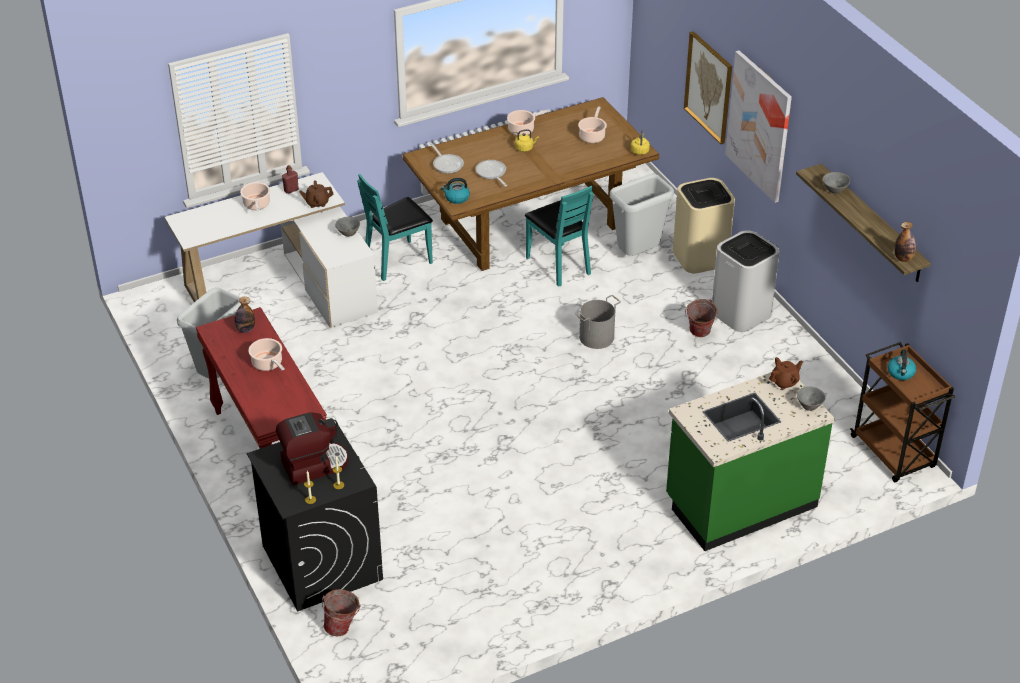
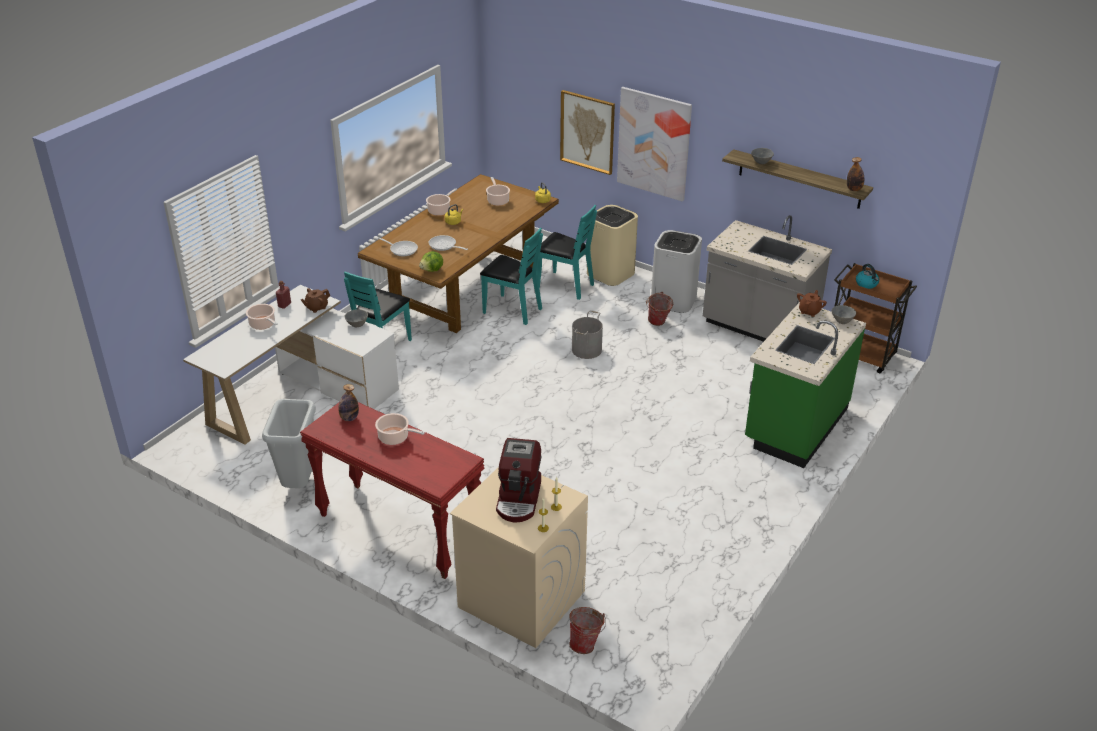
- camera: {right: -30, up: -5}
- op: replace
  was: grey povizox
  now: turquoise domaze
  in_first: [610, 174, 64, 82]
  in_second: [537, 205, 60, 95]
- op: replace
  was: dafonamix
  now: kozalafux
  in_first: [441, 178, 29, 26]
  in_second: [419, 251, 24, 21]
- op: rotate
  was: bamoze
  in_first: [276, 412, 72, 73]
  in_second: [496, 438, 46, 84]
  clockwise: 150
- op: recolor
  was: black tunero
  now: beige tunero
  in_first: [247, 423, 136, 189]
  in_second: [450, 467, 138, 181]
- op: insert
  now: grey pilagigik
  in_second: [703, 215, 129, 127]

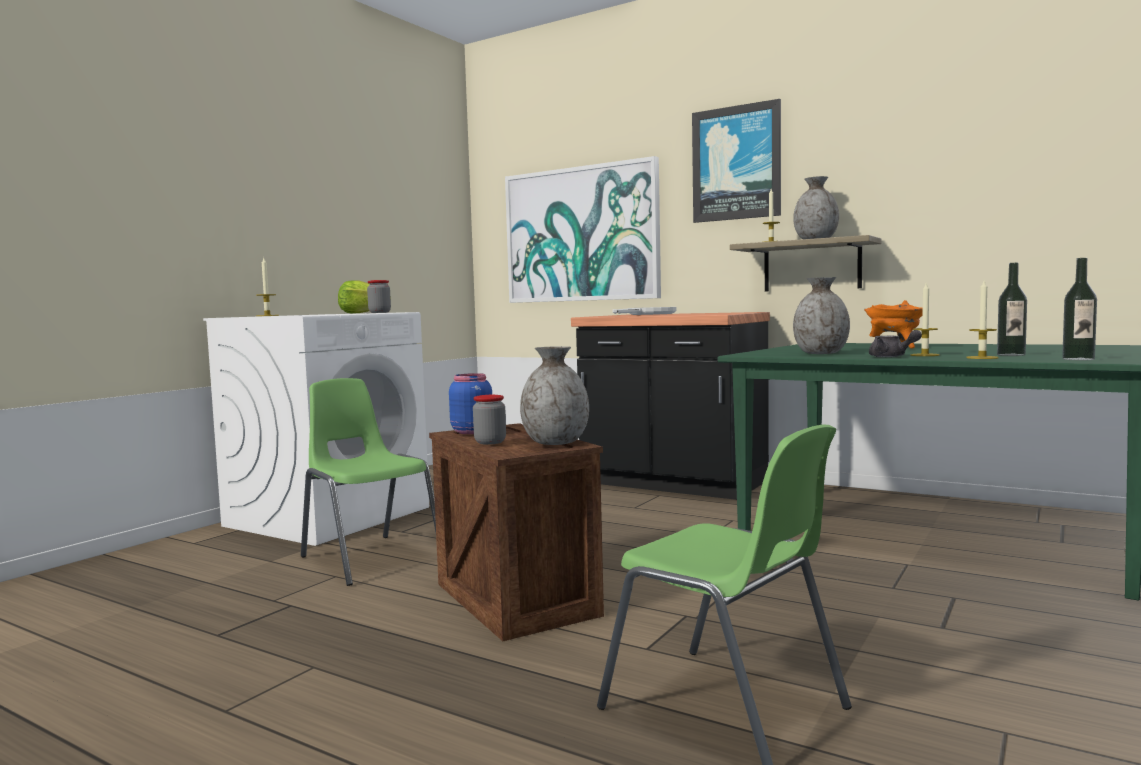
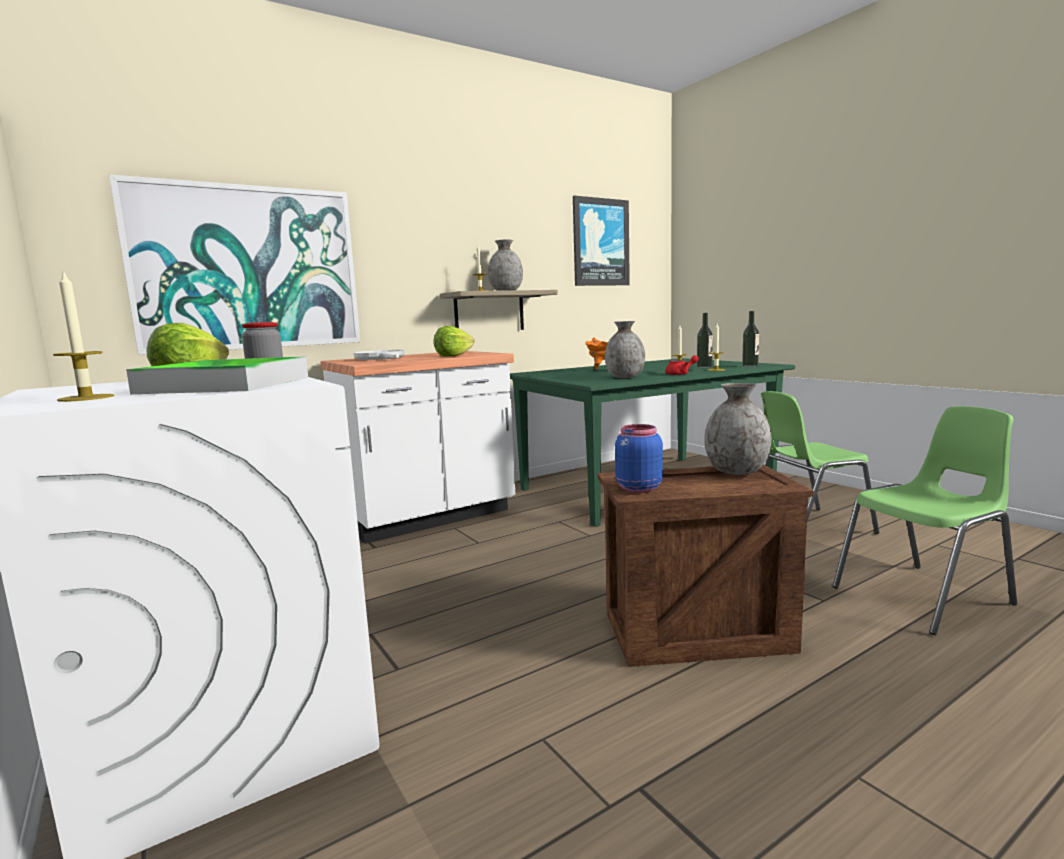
- camera: {right: -65, up: 5}
- op: move
  was: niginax
  in_first: [692, 99, 89, 124]
  in_second: [573, 196, 57, 90]
- op: recolor
  was: black pilagigik
  now: white pilagigik
  in_first: [571, 312, 199, 188]
  in_second: [320, 351, 195, 193]
- op: recolor
  was: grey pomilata
  now: red pomilata
  in_first: [869, 330, 53, 27]
  in_second: [665, 355, 34, 20]
- op: move
  was: green domaze
  in_first: [301, 378, 135, 208]
  in_second: [761, 391, 118, 143]
- op: delete
  was: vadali
  in_first: [473, 395, 33, 50]
- op: insert
  now: kozalafux
  in_second: [433, 326, 41, 31]
- op: insert
  now: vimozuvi
  in_second: [126, 357, 182, 37]

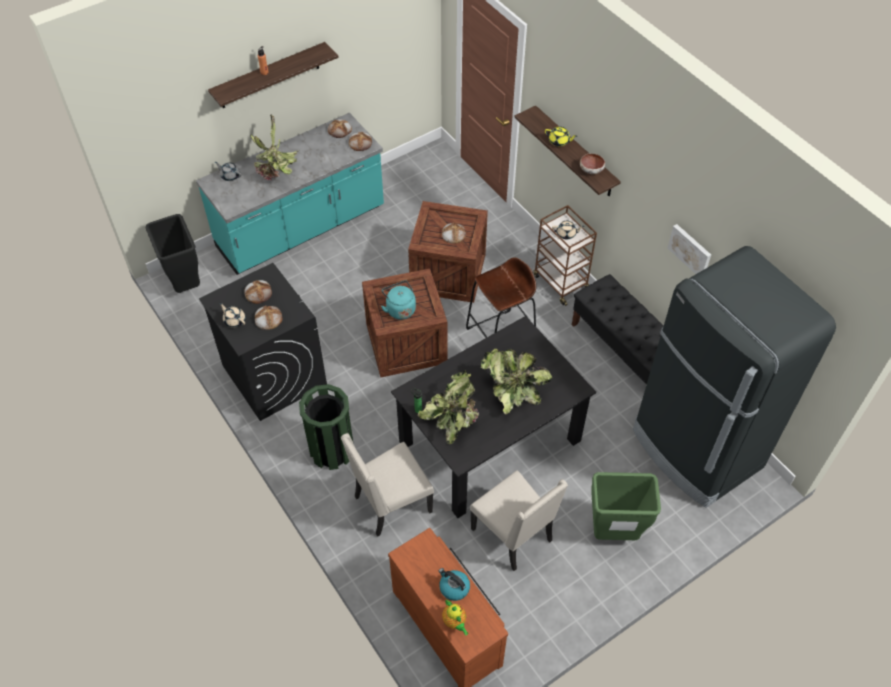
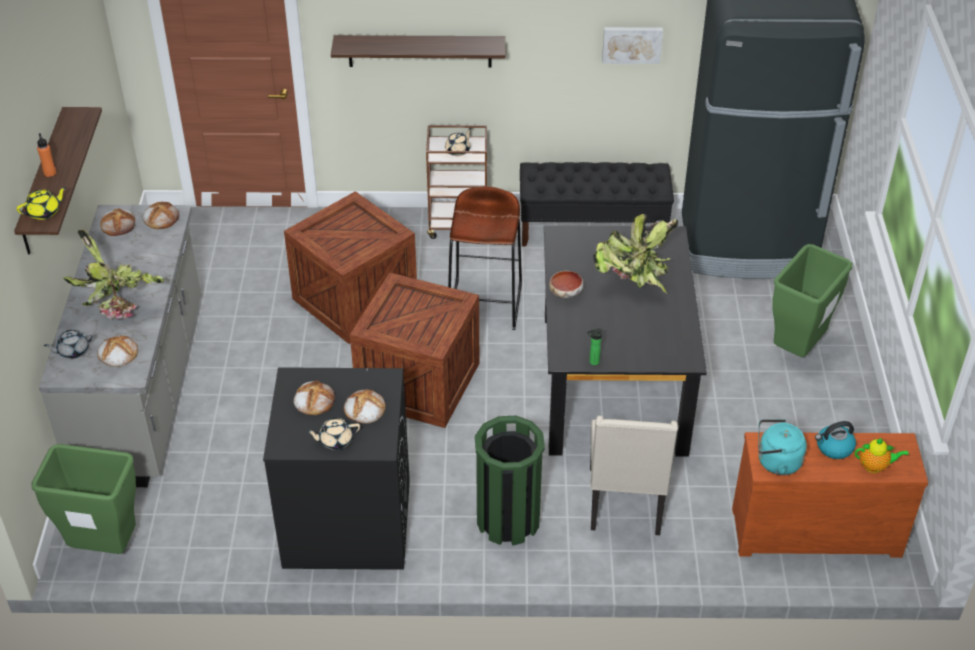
- camera: {right: -55, up: -10}
- op: recolor
  was: turquoise pilagigik
  now: grey pilagigik
  in_first: [196, 113, 188, 162]
  in_second: [39, 205, 162, 282]
- op: move
  was: yellow pomilata
  in_first: [545, 126, 32, 20]
  in_second: [16, 187, 50, 33]
- op: move
  was: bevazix
  in_first: [580, 153, 25, 21]
  in_second: [549, 271, 35, 27]
- op: recolor
  was: black povizox
  now: green povizox
  in_first: [146, 214, 54, 79]
  in_second: [32, 444, 104, 110]
- op: move
  was: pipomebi
  in_first: [442, 223, 24, 21]
  in_second: [97, 335, 41, 32]
- op: move
  was: turquoise dafonamix
  in_first: [381, 280, 35, 40]
  in_second: [758, 419, 49, 56]
- op: delete
  was: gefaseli
  in_first: [418, 370, 61, 74]
- op: delete
  was: beige domaze
  in_first: [470, 470, 98, 101]

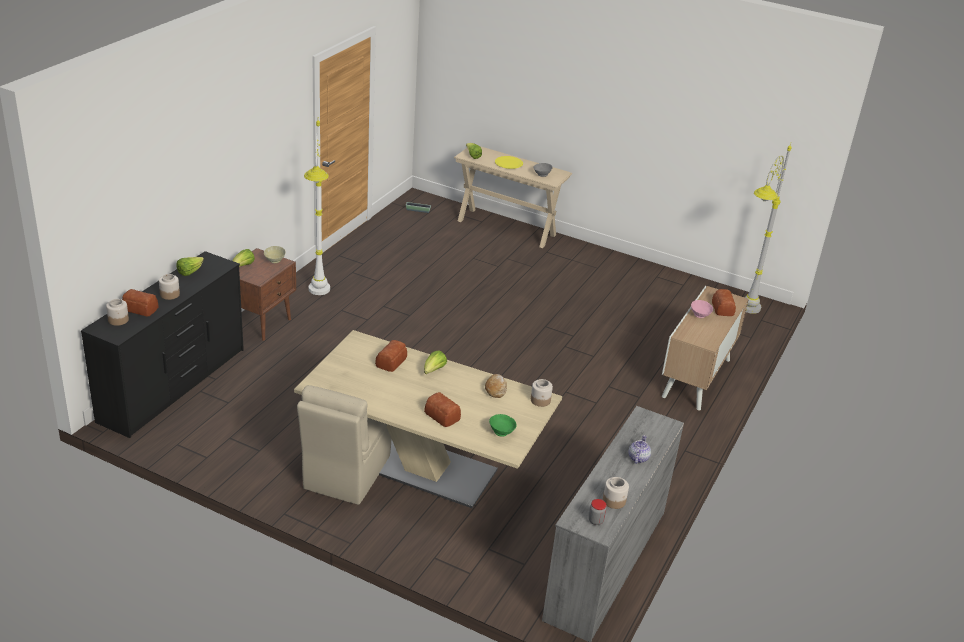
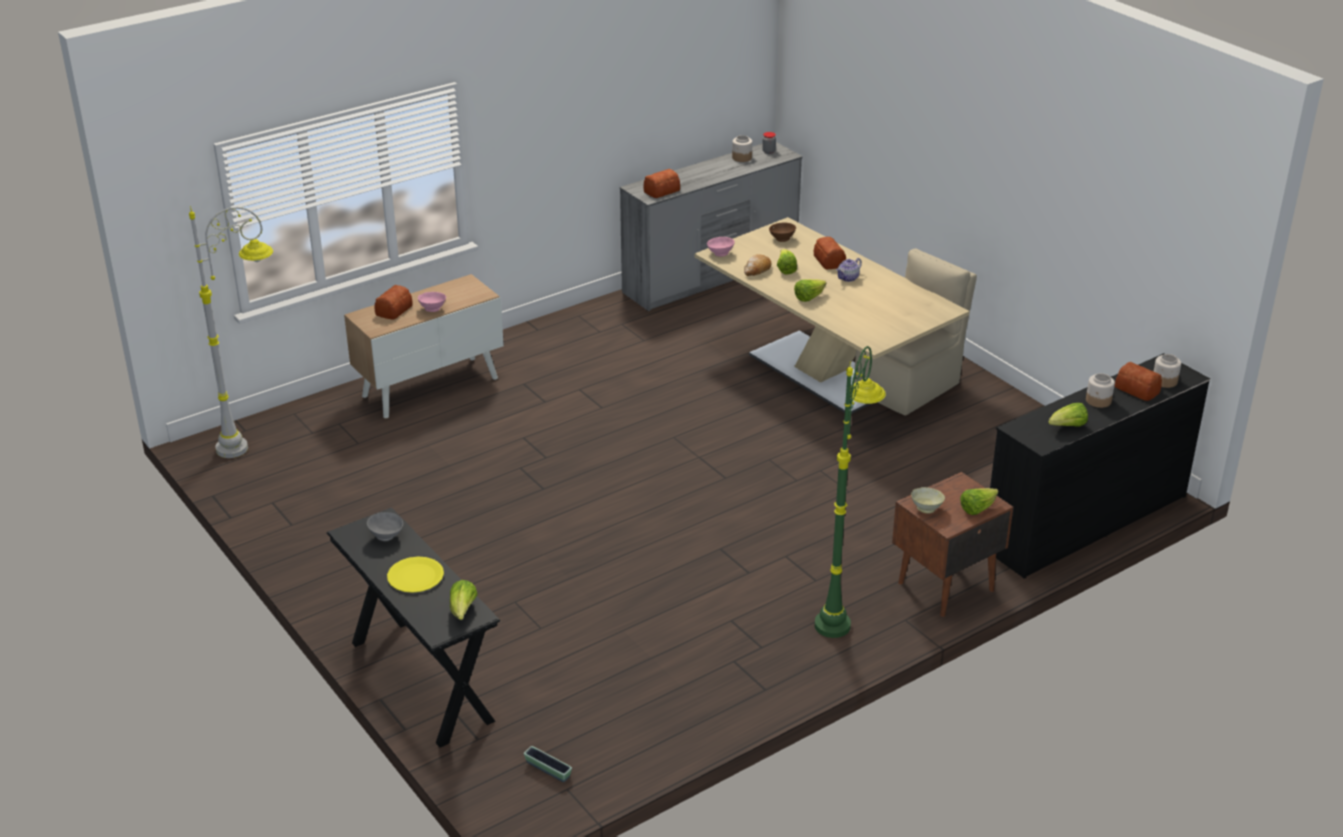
- camera: {right: -150, up: 0}
- op: recolor
  was: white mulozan
  now: green mulozan
  in_first: [304, 121, 26, 174]
  in_second: [815, 346, 71, 292]
- op: recolor
  was: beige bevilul
  now: black bevilul
  in_first: [454, 146, 118, 102]
  in_second: [327, 507, 173, 241]
- op: move
  was: pipomebi
  in_first: [375, 340, 32, 32]
  in_second: [643, 169, 37, 29]
- op: replace
  was: vadali
  now: pink bevazix
  in_first: [531, 379, 22, 28]
  in_second: [707, 237, 28, 20]
- op: recolor
  was: green bevazix
  now: brown bevazix
  in_first: [489, 414, 28, 23]
  in_second: [769, 223, 27, 19]
- op: move
  was: pomilata
  in_first: [629, 435, 22, 29]
  in_second: [836, 258, 26, 24]
- op: insert
  now: kozalafux
  in_second: [777, 249, 20, 26]

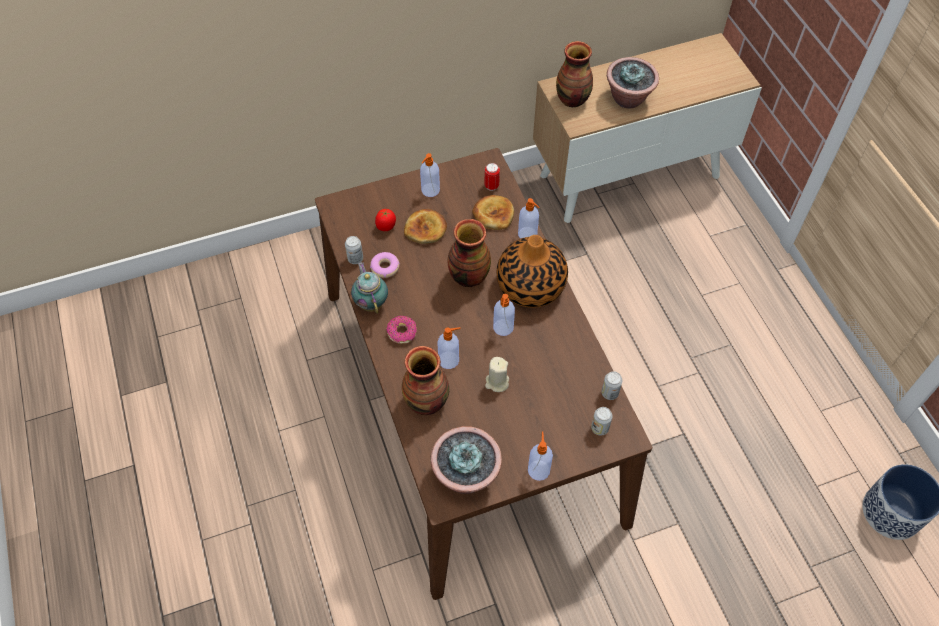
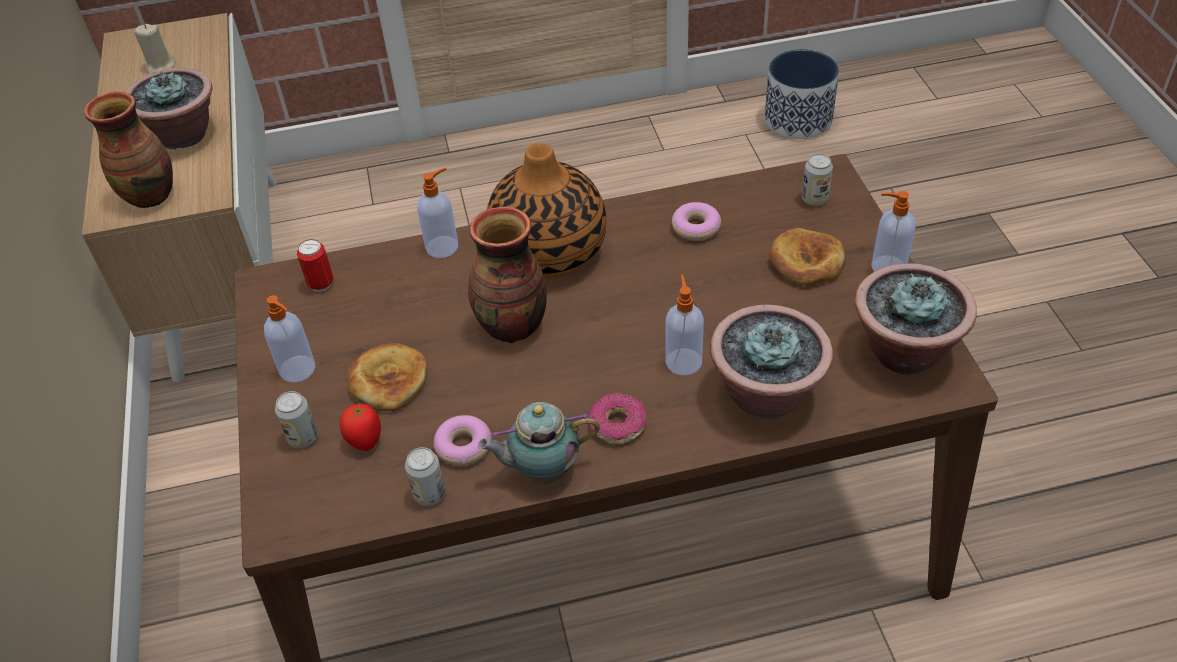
- camera: {right: -80, up: -10}
- op: move
  was: pipomebi
  in_first: [472, 195, 42, 35]
  in_second: [769, 228, 77, 57]
- op: delete
  was: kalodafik
  in_first: [493, 294, 22, 42]
- op: replace
  was: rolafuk
  now: gefaseli
  in_first: [402, 346, 47, 69]
  in_second: [710, 305, 122, 114]
- op: move
  was: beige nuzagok
  in_first: [485, 357, 24, 35]
  in_second: [134, 24, 41, 50]
- op: move
  was: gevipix
  in_first: [601, 371, 21, 29]
  in_second: [275, 391, 43, 57]
- op: insert
  now: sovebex
  in_second: [672, 202, 49, 39]

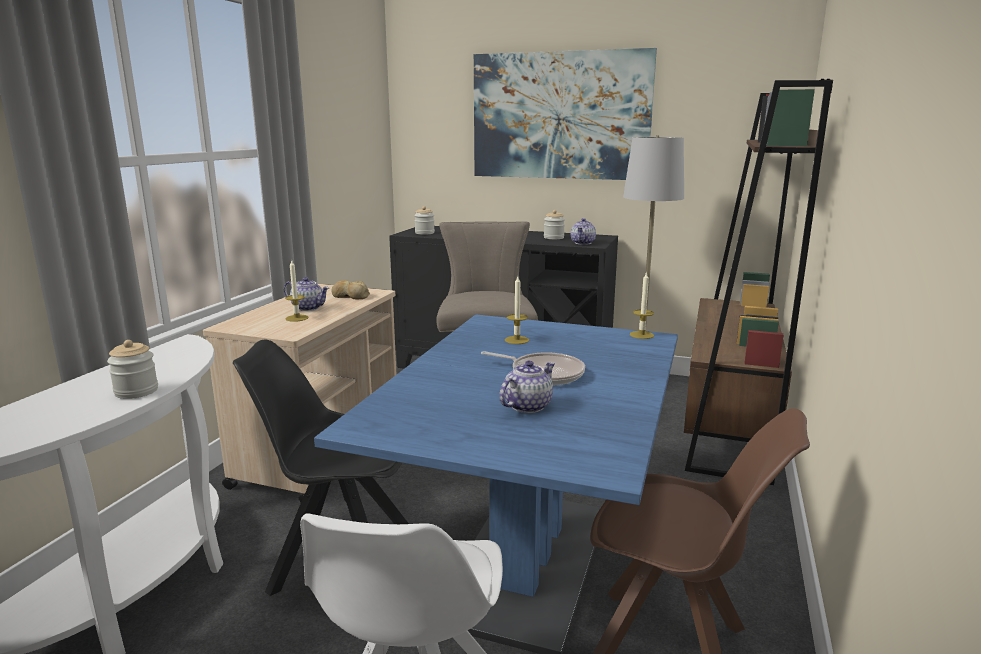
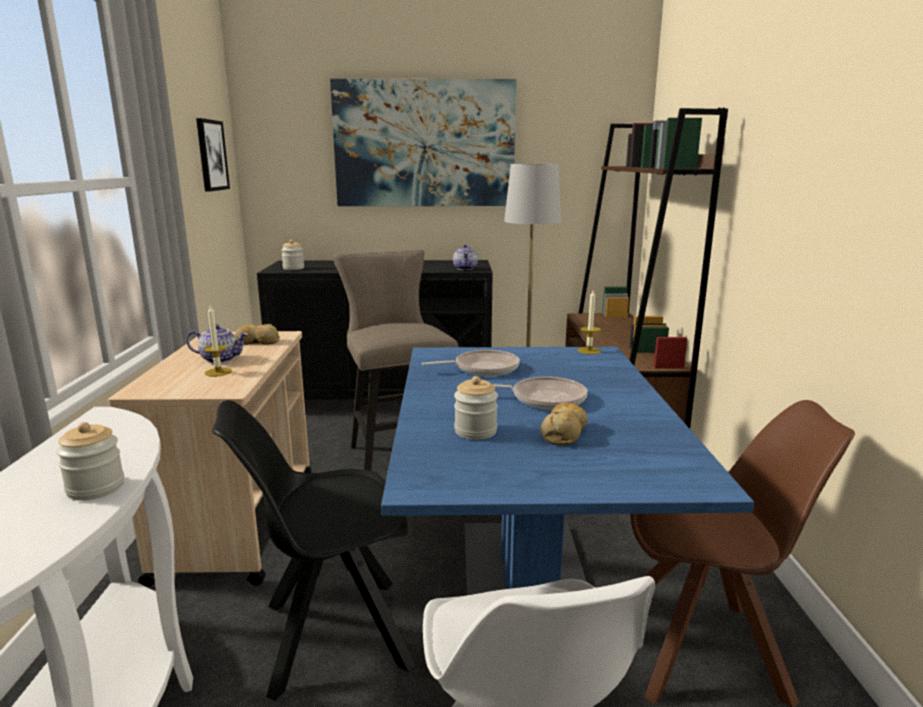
- camera: {right: -20, up: 0}
- op: move
  was: vadali
  in_first: [544, 210, 21, 29]
  in_second: [454, 376, 44, 64]
- op: replace
  was: nuzagok
  now: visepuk
  in_first: [505, 276, 24, 68]
  in_second: [421, 350, 99, 26]
- op: replace
  was: pomilata
  now: pipomebi
  in_first: [499, 360, 56, 53]
  in_second: [541, 403, 47, 42]
- op: insert
  now: niginax
  in_second: [196, 118, 34, 74]

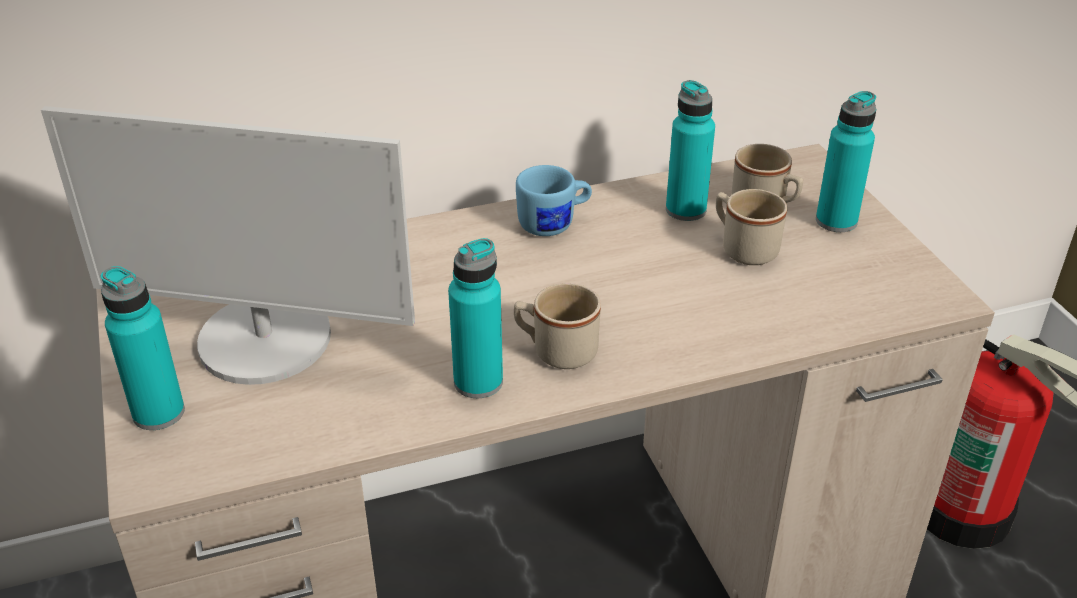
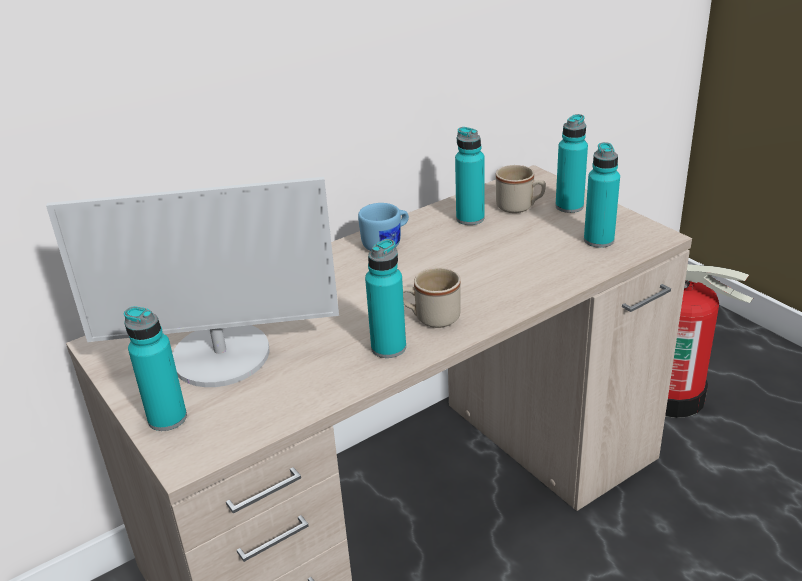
- camera: {right: -15, up: -5}
- op: delete
  was: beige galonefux
  in_first: [716, 189, 71, 76]
- op: insert
  now: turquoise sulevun
  in_second: [584, 142, 36, 106]

